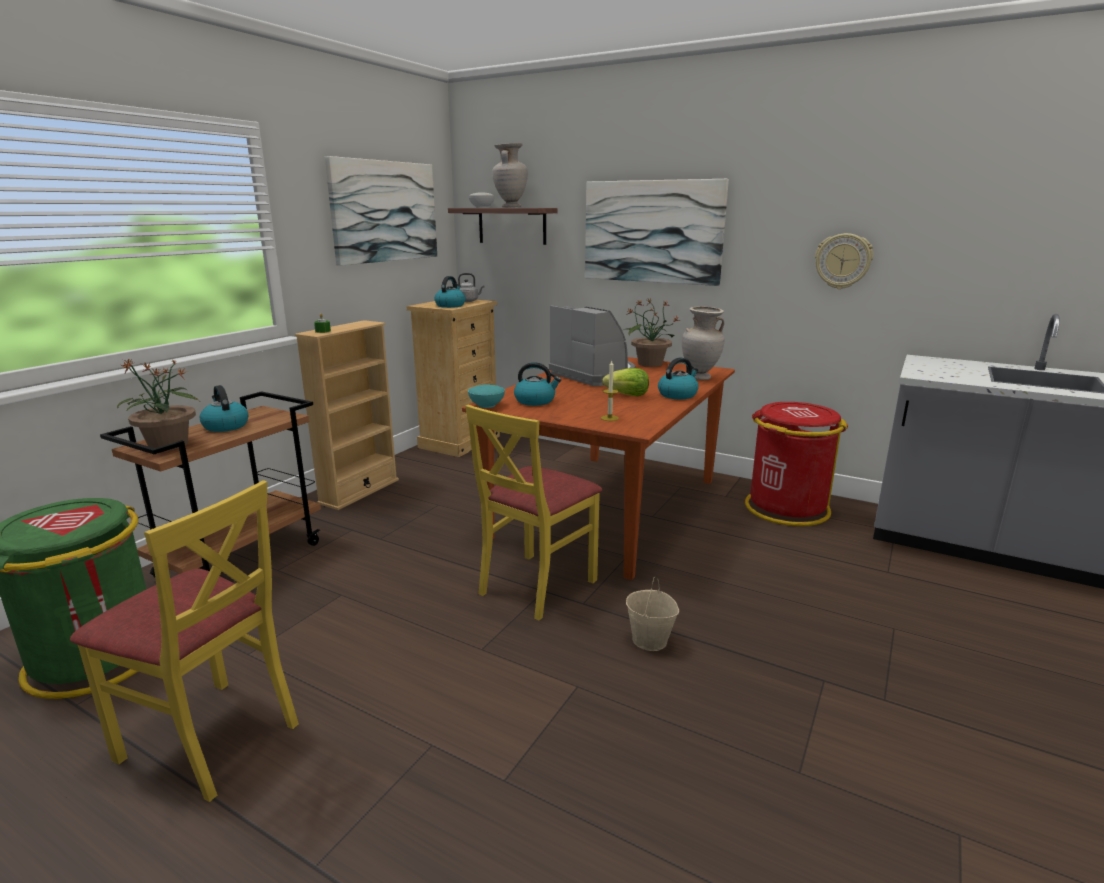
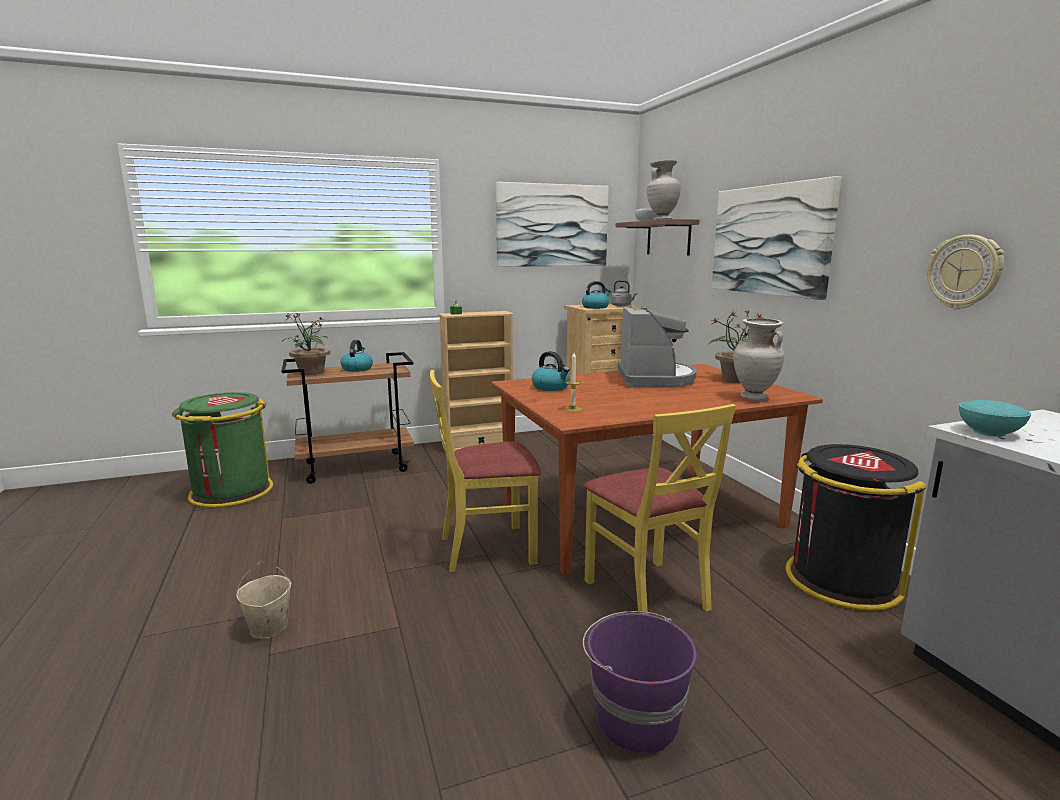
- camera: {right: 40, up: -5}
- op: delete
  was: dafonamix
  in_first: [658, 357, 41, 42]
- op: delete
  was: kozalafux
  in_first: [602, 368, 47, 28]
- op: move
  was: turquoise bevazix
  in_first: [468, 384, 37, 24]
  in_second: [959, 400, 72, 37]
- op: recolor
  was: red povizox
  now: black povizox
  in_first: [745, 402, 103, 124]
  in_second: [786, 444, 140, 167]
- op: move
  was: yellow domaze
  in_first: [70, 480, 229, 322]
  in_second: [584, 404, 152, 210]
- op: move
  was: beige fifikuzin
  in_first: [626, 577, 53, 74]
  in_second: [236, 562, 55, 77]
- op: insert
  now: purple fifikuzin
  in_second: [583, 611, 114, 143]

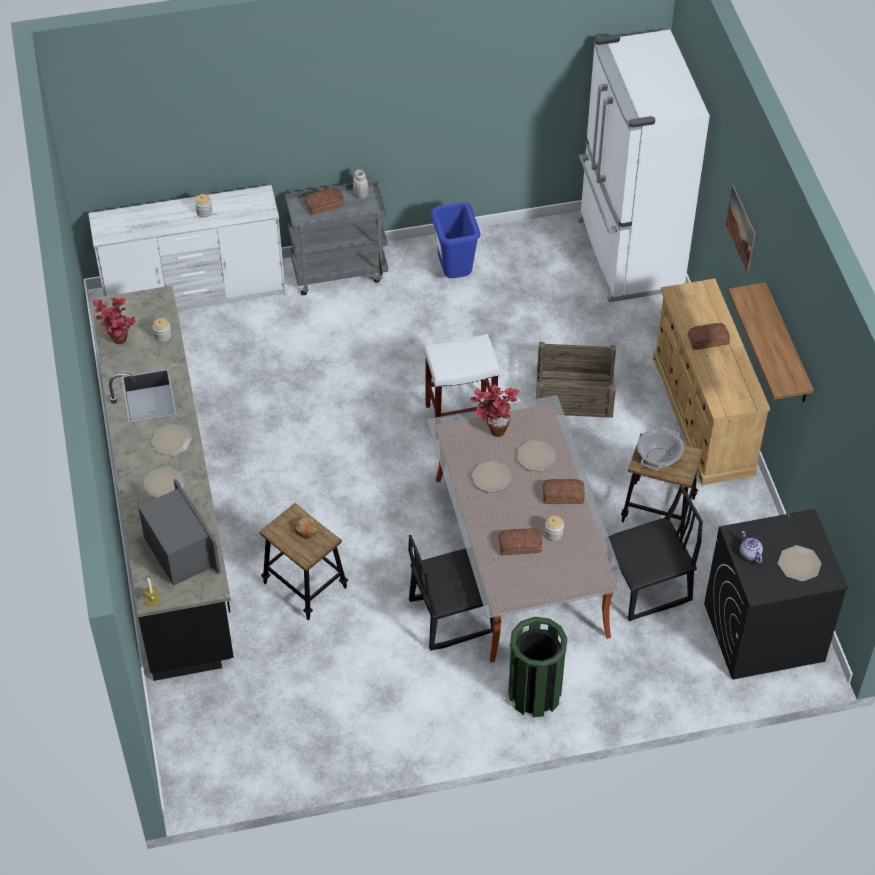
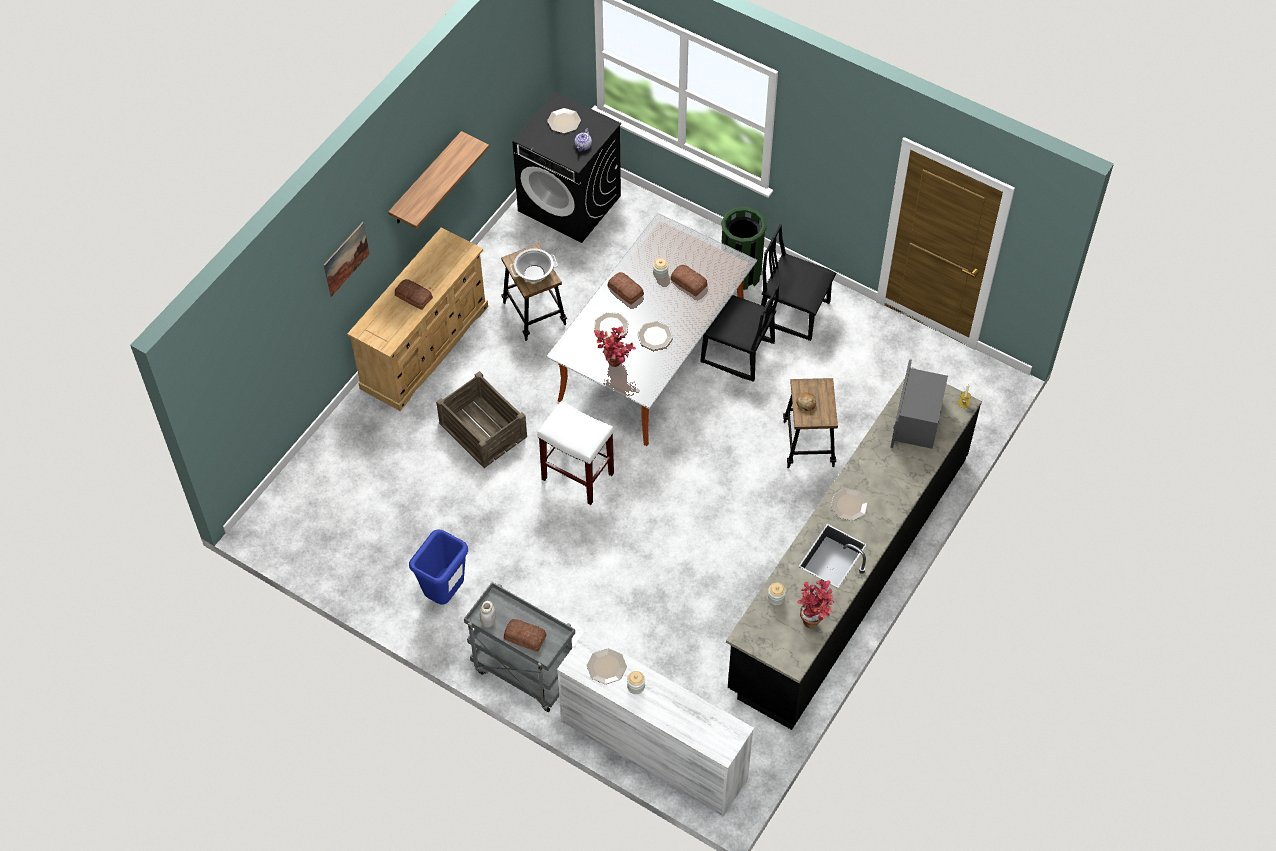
- camera: {right: -135, up: 5}
- op: delete
  was: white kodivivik
  in_first: [578, 29, 132, 273]
- op: move
  was: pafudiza
  in_first: [144, 467, 41, 31]
  in_second: [587, 648, 40, 37]
- op: move
  was: black domaze
  in_first: [608, 485, 95, 136]
  in_second: [761, 224, 76, 117]

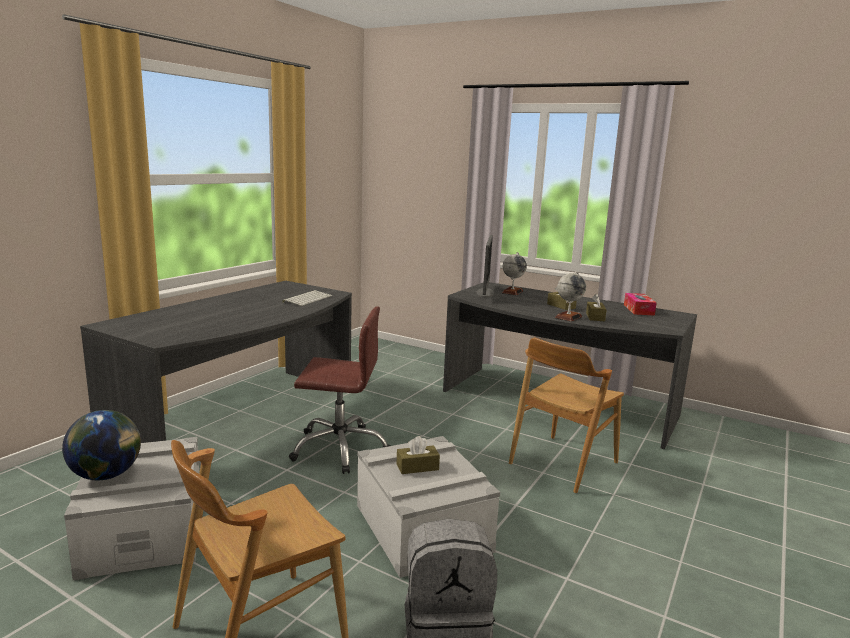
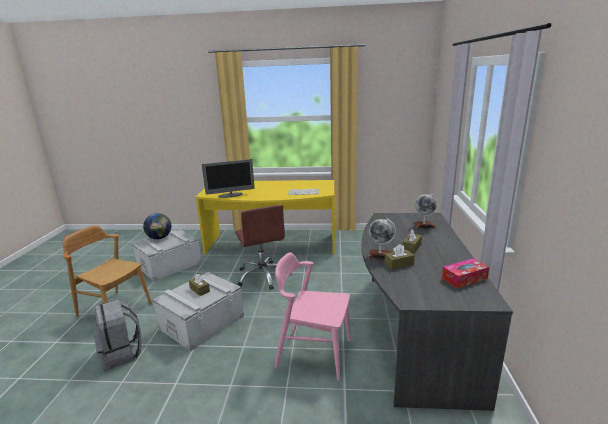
- camera: {right: 65, up: 5}
- op: move
  was: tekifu
  in_first: [476, 235, 18, 63]
  in_second: [202, 159, 53, 39]
- op: recolor
  was: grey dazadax
  now: yellow dazadax
  in_first: [80, 281, 272, 162]
  in_second: [196, 180, 139, 75]
- op: recolor
  was: brown domaze
  now: pink domaze
  in_first: [509, 338, 115, 155]
  in_second: [275, 252, 76, 129]

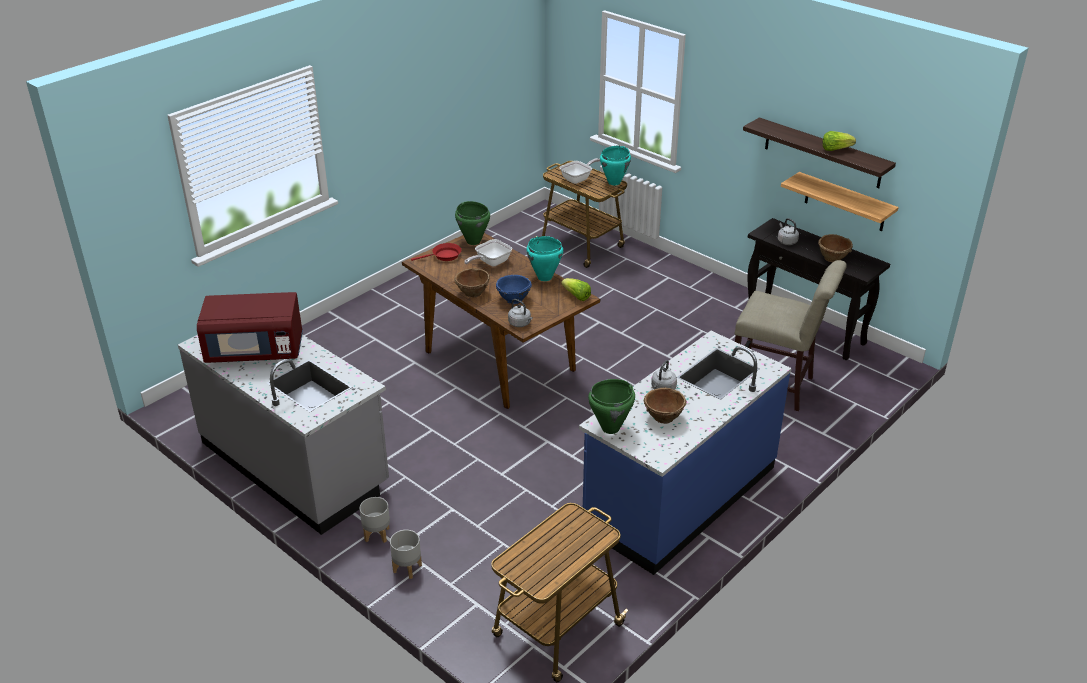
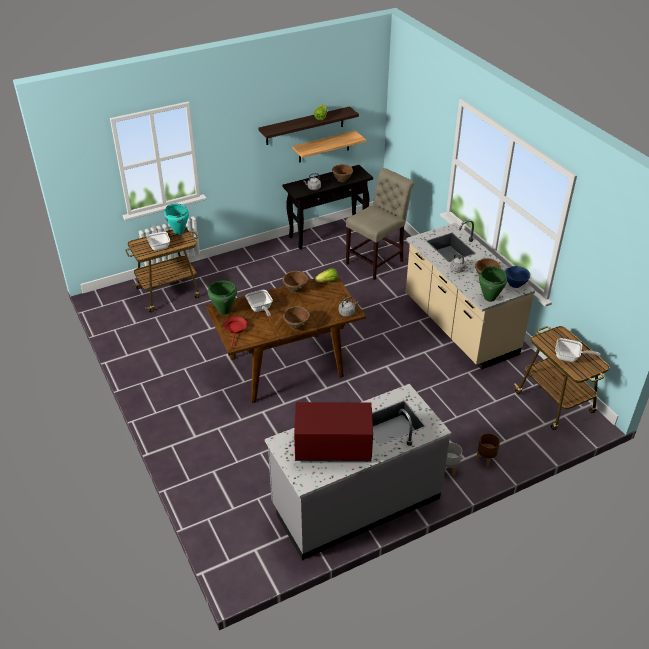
- camera: {right: -70, up: 5}
- op: replace
  was: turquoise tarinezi
  now: brown bevazix
  in_first: [526, 236, 37, 45]
  in_second: [283, 271, 25, 22]
- op: move
  was: blue bevazix
  in_first: [496, 275, 35, 29]
  in_second: [504, 266, 26, 22]
- op: rotate
  was: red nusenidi
  in_first: [197, 292, 106, 71]
  in_second: [294, 402, 79, 59]
  clockwise: -105
- op: recolor
  was: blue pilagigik
  now: beige pilagigik
  in_first: [579, 331, 213, 244]
  in_second: [406, 220, 129, 149]
- op: recolor
  was: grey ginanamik
  now: brown ginanamik
  in_first: [390, 530, 32, 49]
  in_second: [476, 433, 24, 33]
- op: insert
  now: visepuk
  in_second: [555, 338, 46, 24]

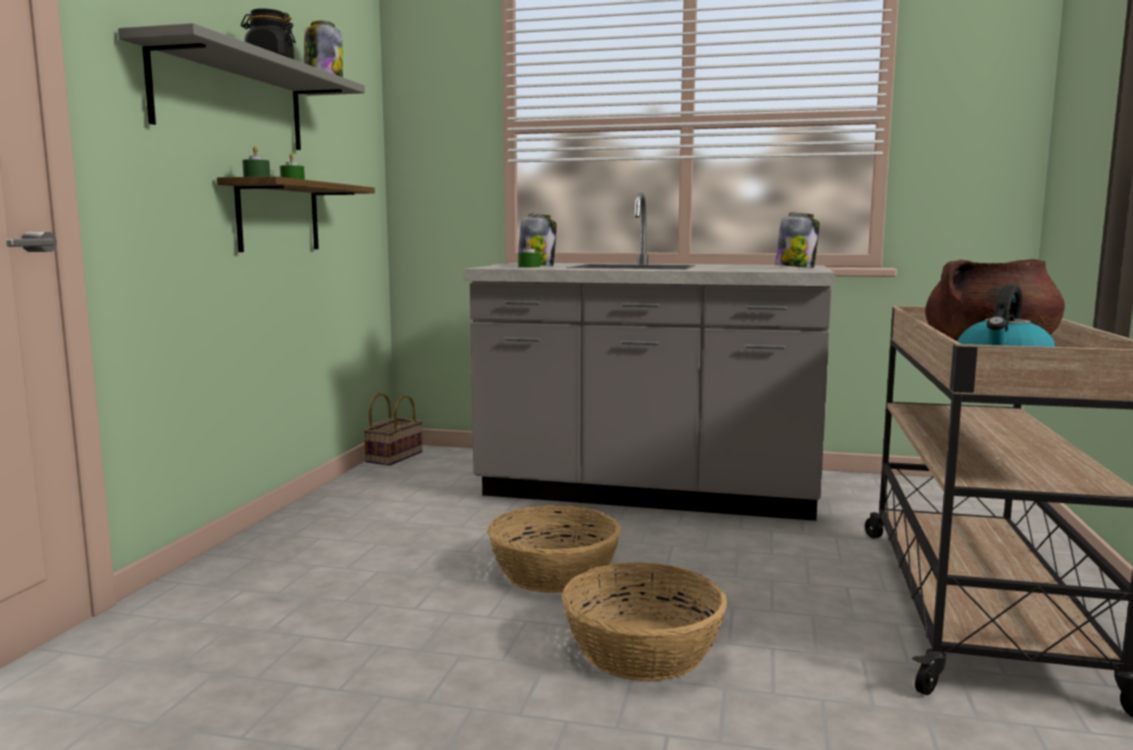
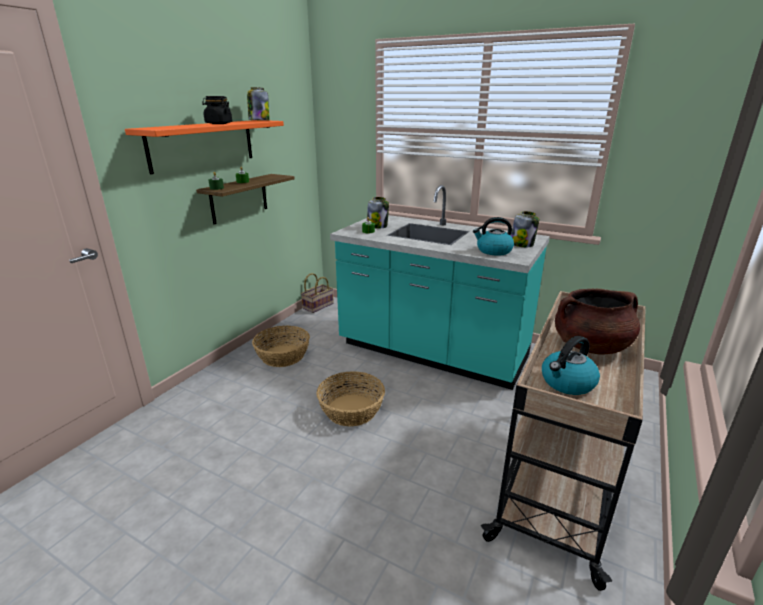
- camera: {right: 15, up: 15}
- op: recolor
  was: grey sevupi
  now: orange sevupi
  in_first: [118, 23, 247, 127]
  in_second: [125, 120, 159, 54]
- op: recolor
  was: grey pilagigik
  now: turquoise pilagigik
  in_first: [464, 193, 372, 328]
  in_second: [330, 185, 220, 205]
- op: move
  was: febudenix
  in_first: [562, 562, 165, 119]
  in_second: [252, 325, 58, 42]
- op: insert
  now: dafonamix
  in_second: [473, 217, 41, 39]

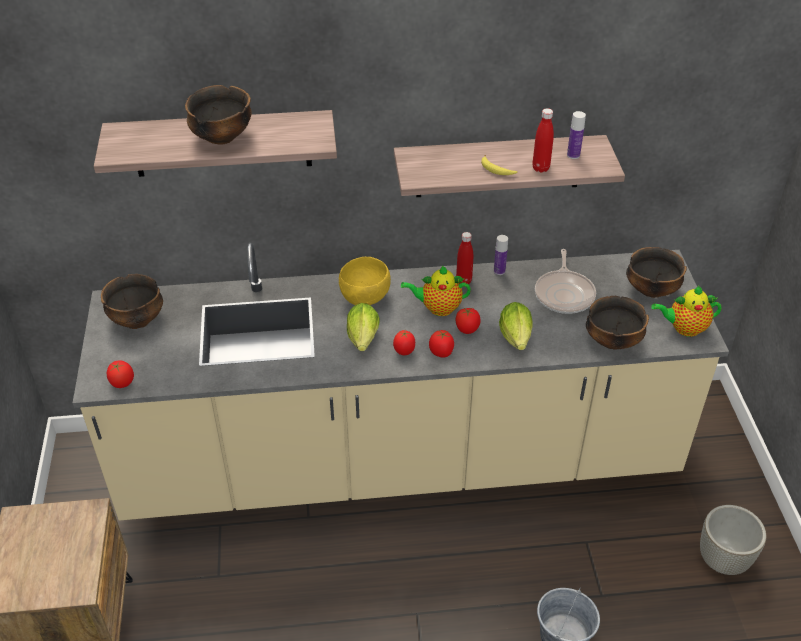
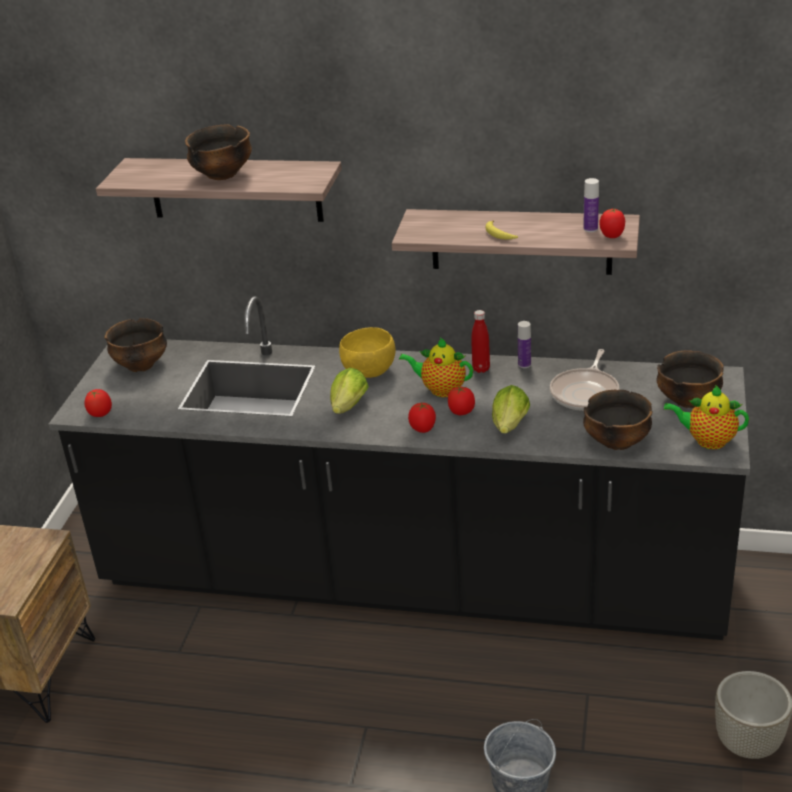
- camera: {right: 20, up: -10}
- op: delete
  was: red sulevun
  in_first: [532, 108, 22, 65]
- op: recolor
  was: beige pilagigik
  now: black pilagigik
  in_first: [73, 242, 656, 279]
  in_second: [48, 296, 702, 344]
- op: move
  was: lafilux
  in_first: [393, 330, 22, 25]
  in_second: [600, 208, 25, 30]

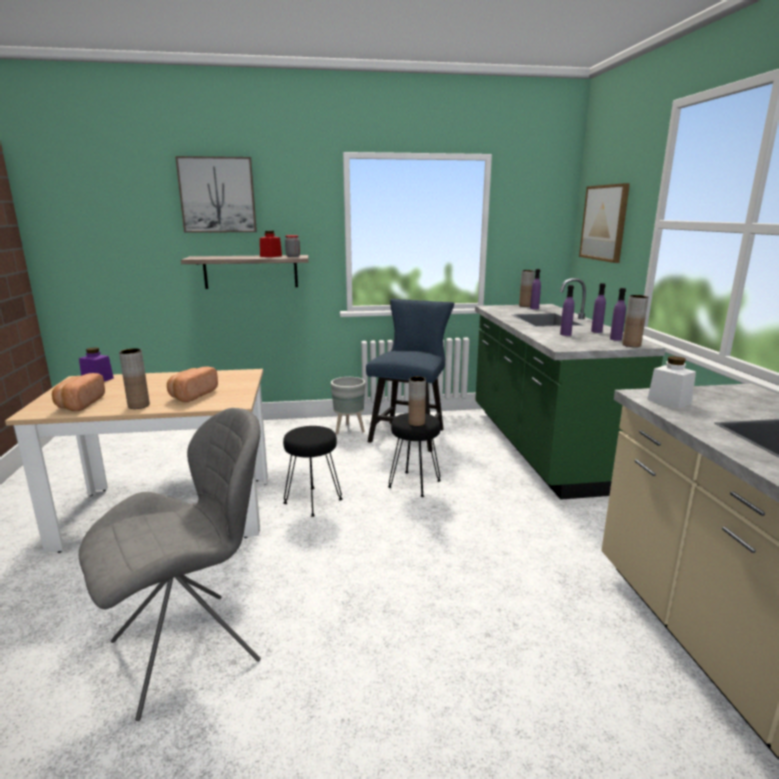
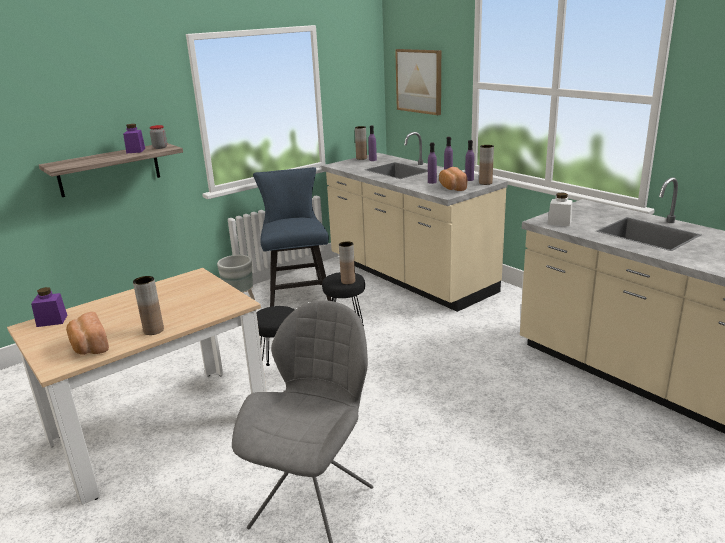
- camera: {right: -30, up: 5}
- op: delete
  was: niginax
  in_first: [175, 156, 82, 77]
- op: recolor
  was: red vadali
  now: purple vadali
  in_first: [260, 231, 22, 26]
  in_second: [123, 124, 22, 30]
- op: recolor
  was: green pilagigik
  now: beige pilagigik
  in_first: [475, 278, 191, 222]
  in_second: [321, 132, 187, 180]
- op: move
  was: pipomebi
  in_first: [167, 367, 51, 35]
  in_second: [439, 167, 28, 24]

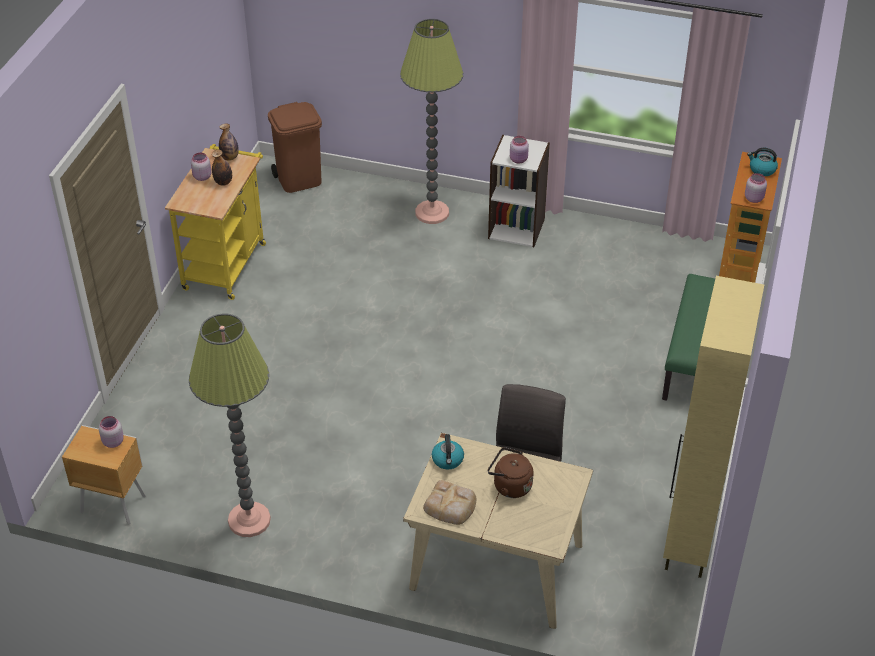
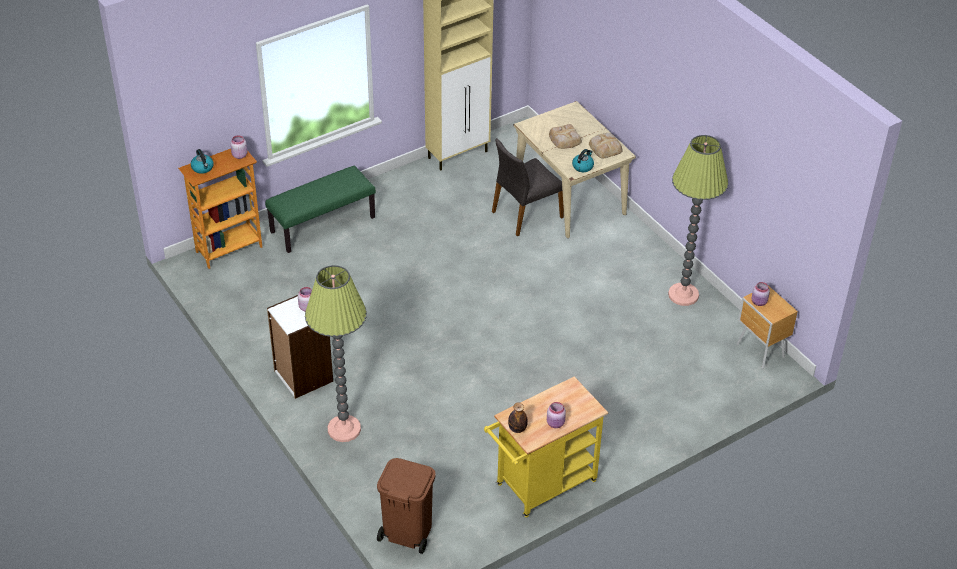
- camera: {right: -140, up: 0}
- op: delete
  was: sulevun
  in_first: [212, 150, 20, 36]
- op: replace
  was: brown dafonamix
  now: pipomebi
  in_first: [488, 447, 45, 51]
  in_second: [549, 124, 33, 25]

